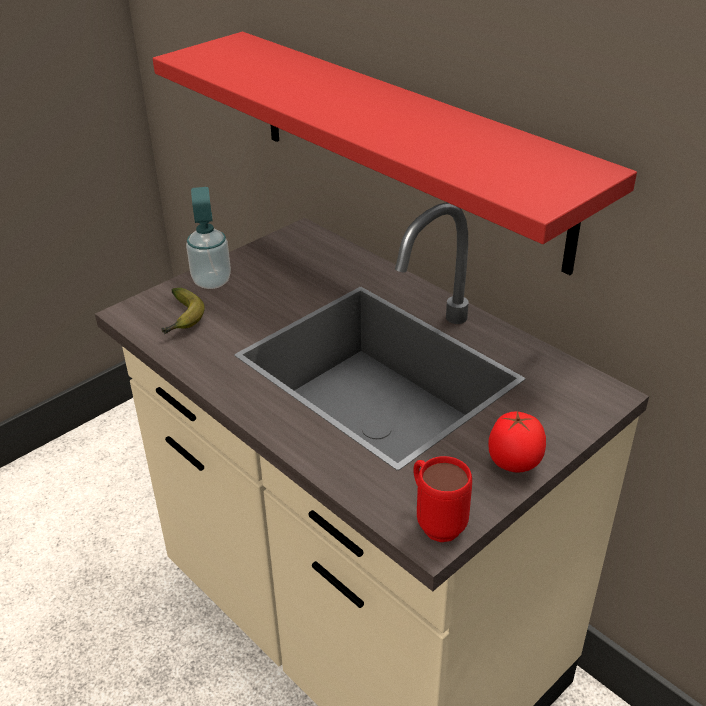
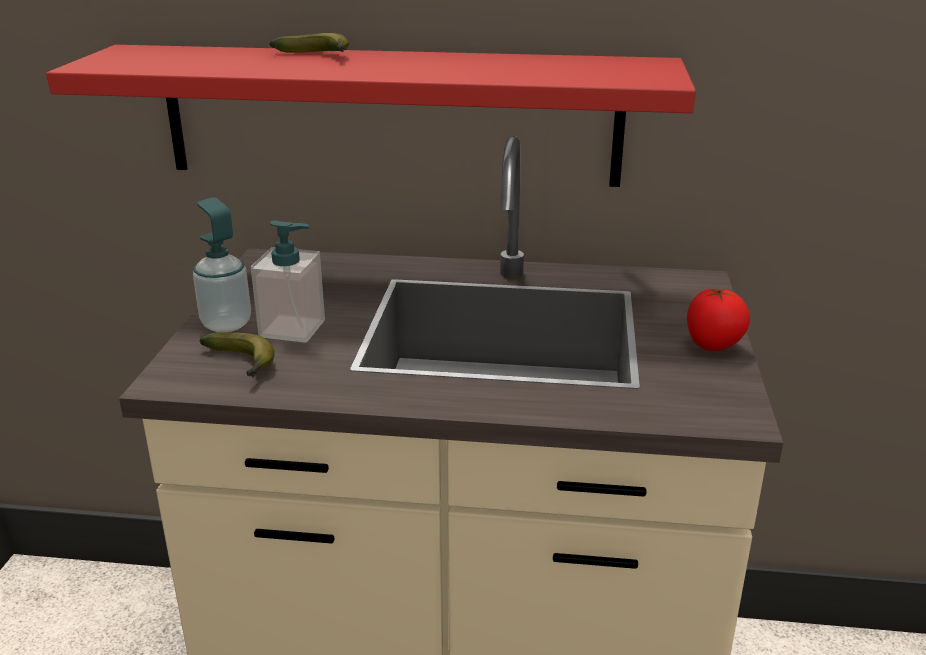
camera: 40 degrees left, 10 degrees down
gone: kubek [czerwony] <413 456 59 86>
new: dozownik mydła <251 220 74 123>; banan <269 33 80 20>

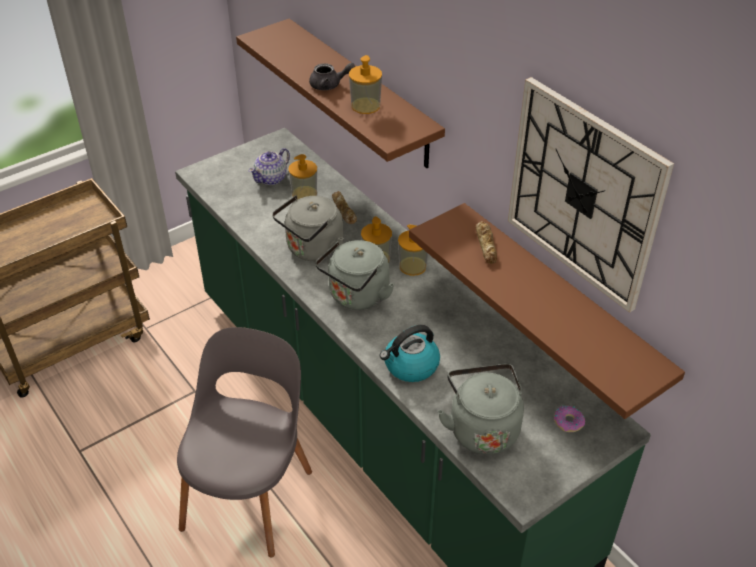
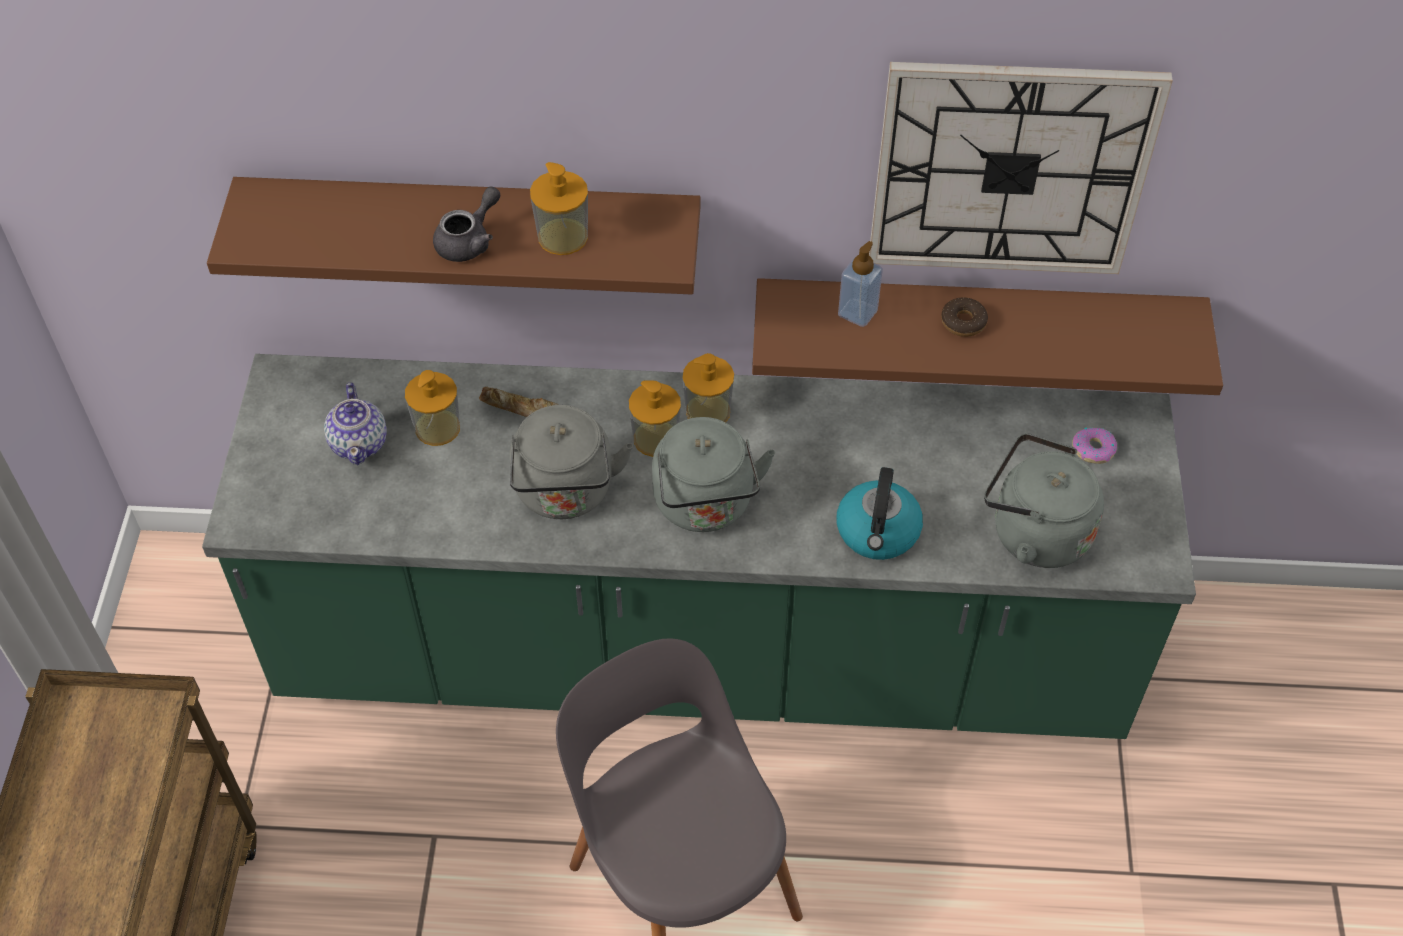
camera: 50 degrees left, 10 degrees up
new: donut <941 297 47 40>
swapped: chleb <475 221 22 42> to dozownik mydła <838 241 45 86>

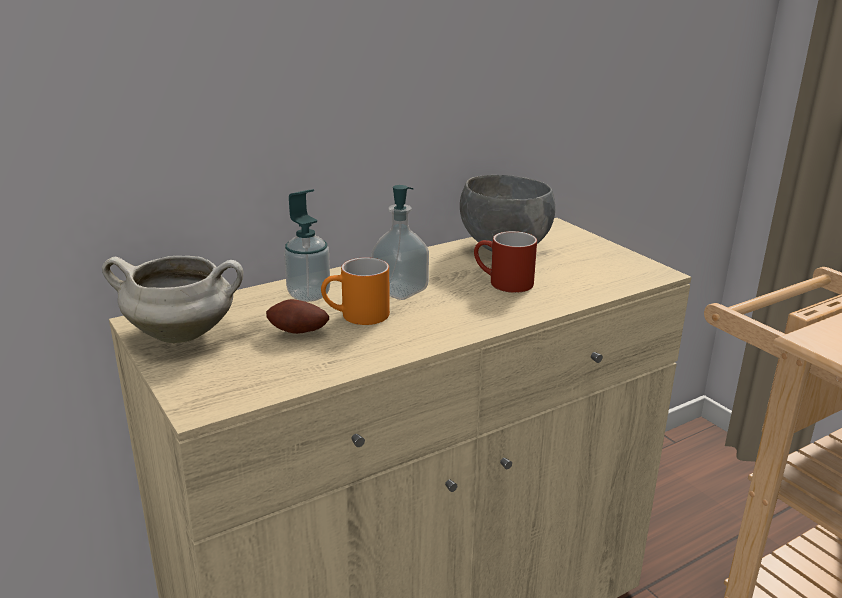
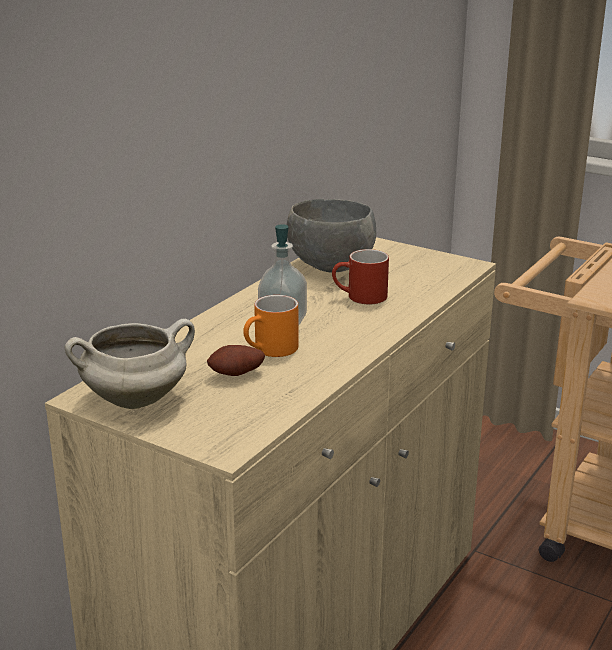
camera: 25 degrees left, 0 degrees up
gone: dozownik mydła <284 189 46 113>

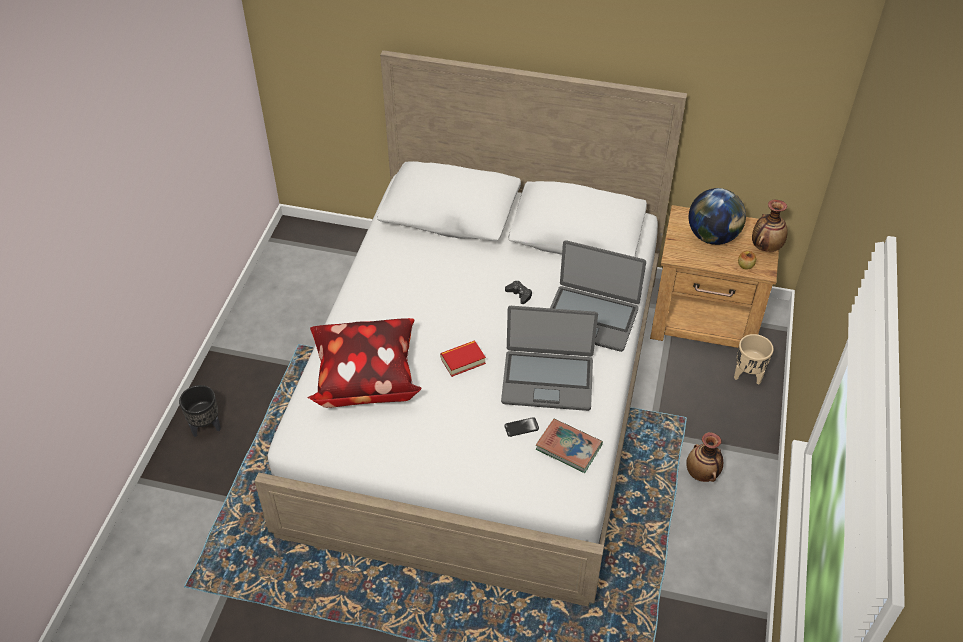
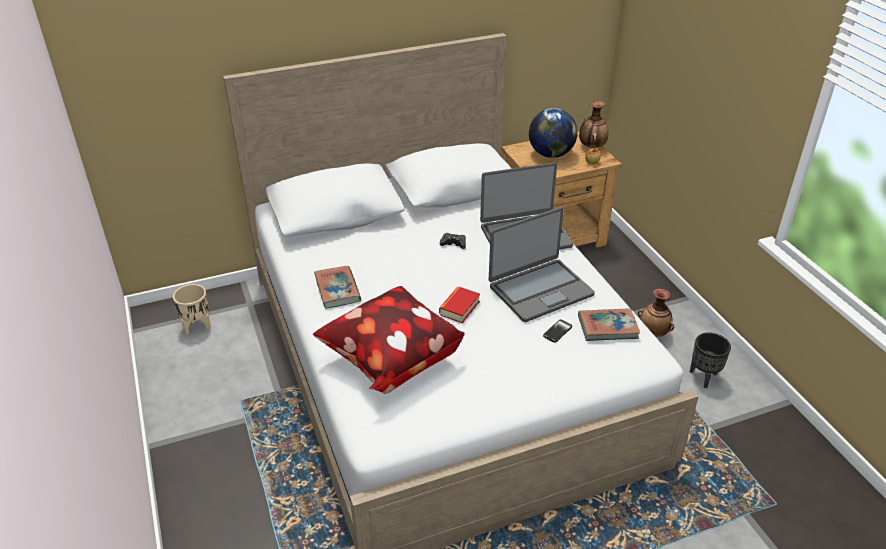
camera: 35 degrees left, 10 degrees down
new: książka <314 266 47 43>
shifted: donica [czarny] <179 385 42 52> to <690 332 41 56>; donica [beżowy] <734 334 40 51> to <173 284 38 50>

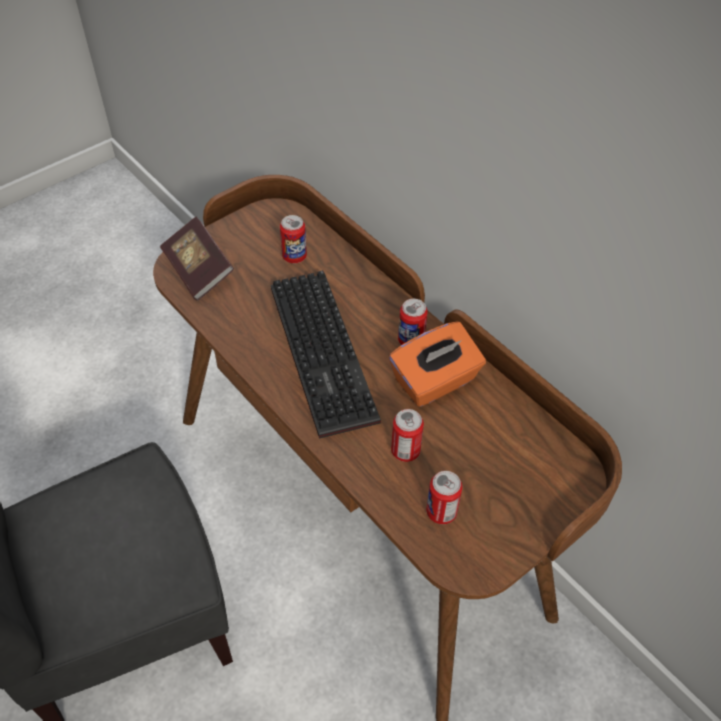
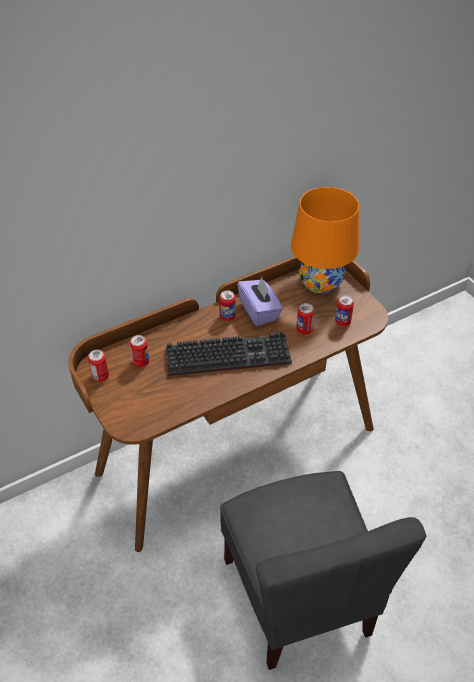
camera: 80 degrees left, 5 degrees down
gone: książka <160 217 74 84>
new: puszka <88 350 21 32>; lampa stołowa [pomarańczowy] <291 187 68 107>
repainted: pudełko chusteczek [pomarańczowy] <389 321 97 86> to pudełko chusteczek [fioletowy] <237 277 46 49>

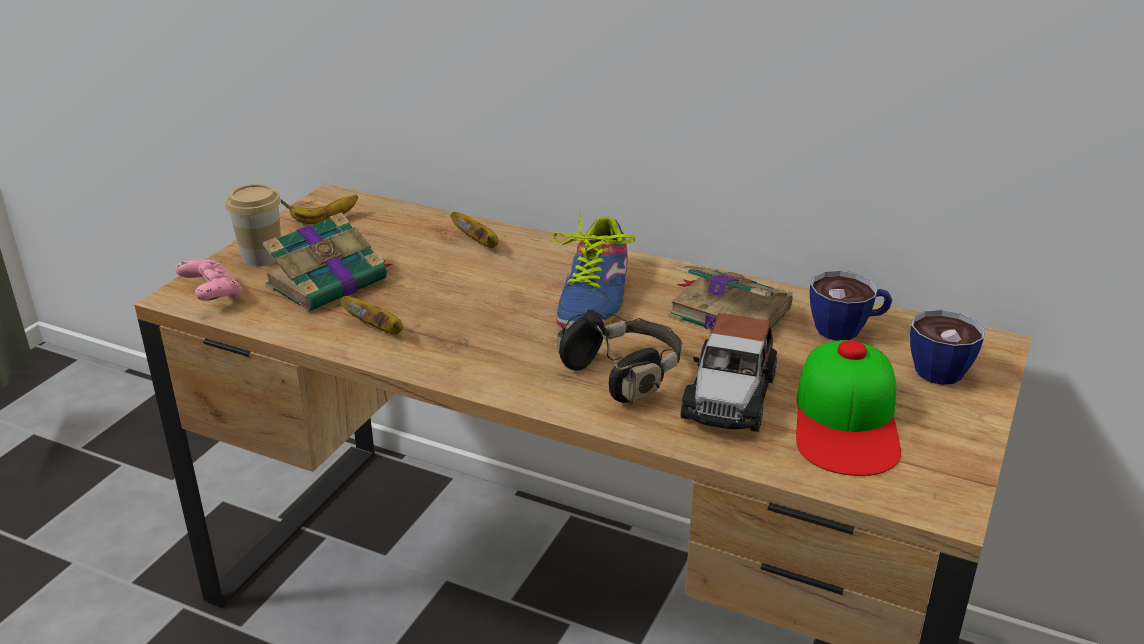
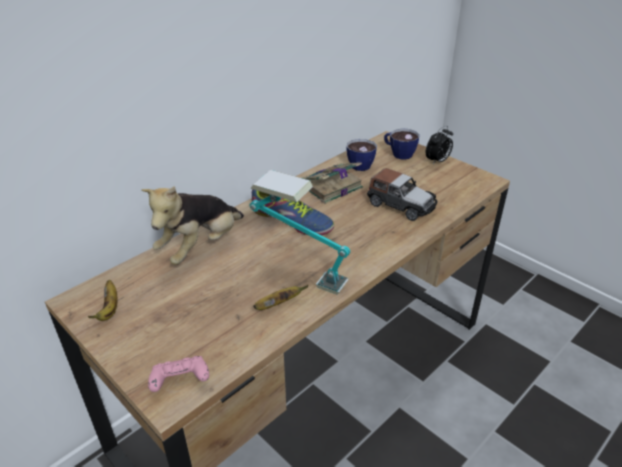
camera: 70 degrees left, 5 degrees up
gone: filiżanka <225 184 56 82>; książka <262 212 130 100>; słuchawki [czarny] <557 310 125 93>; czapka z daszkiem <796 340 105 136>
new: lampa stołowa <250 170 100 124>; budzik <426 126 27 39>
swapped: banan <451 212 48 36> to pluszak <141 186 103 79>

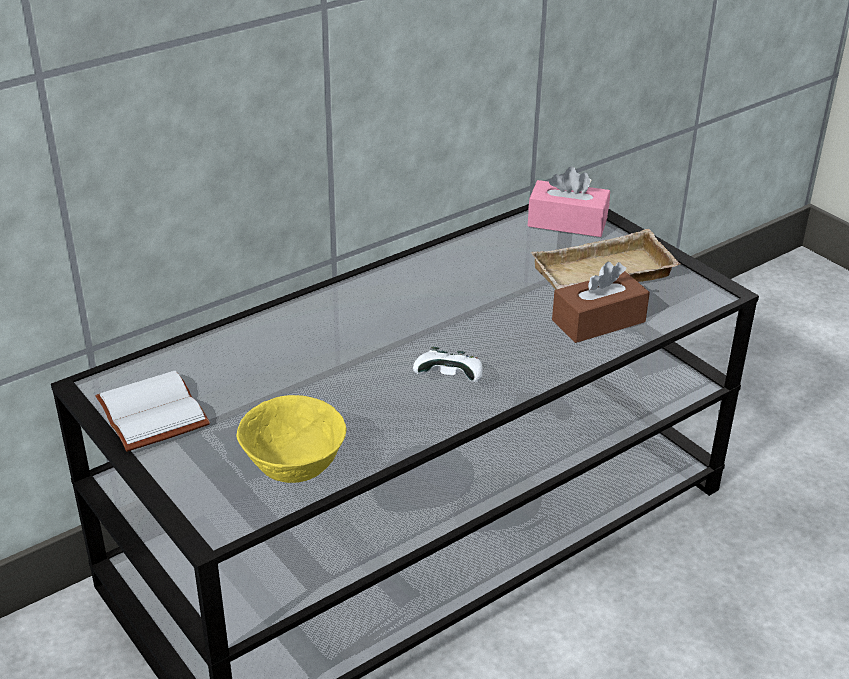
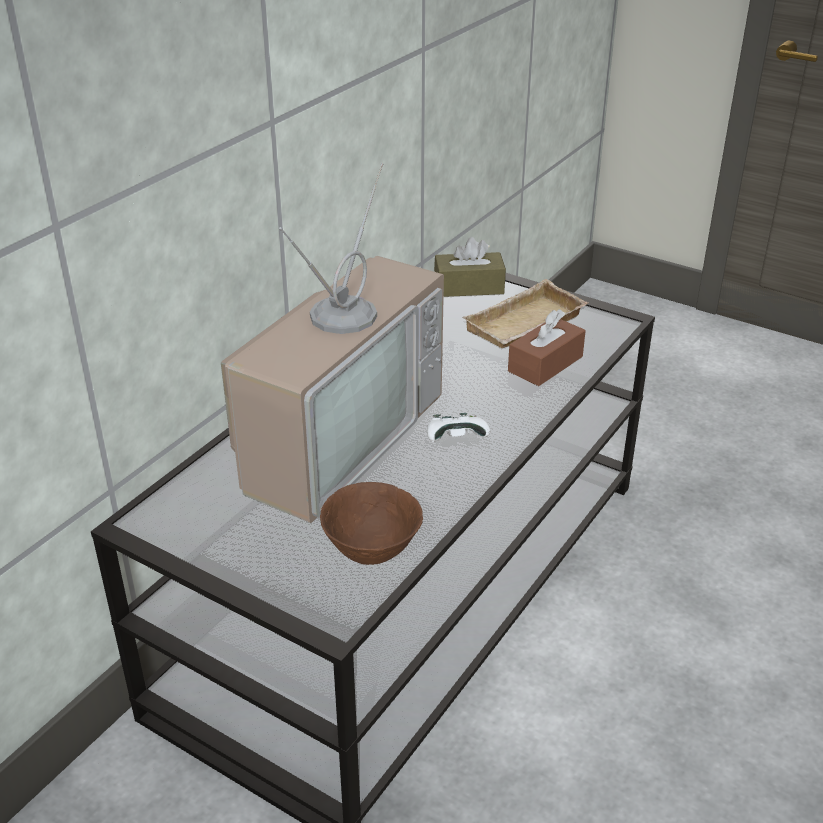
camera: 20 degrees left, 0 degrees up
gone: książka [biały] <95 371 115 81>
new: telewizor <221 163 223 360>
repainted: miska [żółty] <237 395 109 88> to miska [brązowy] <320 482 103 83>; pudełko chusteczek [różowy] <528 167 82 70> to pudełko chusteczek [brązowy] <434 237 72 60>

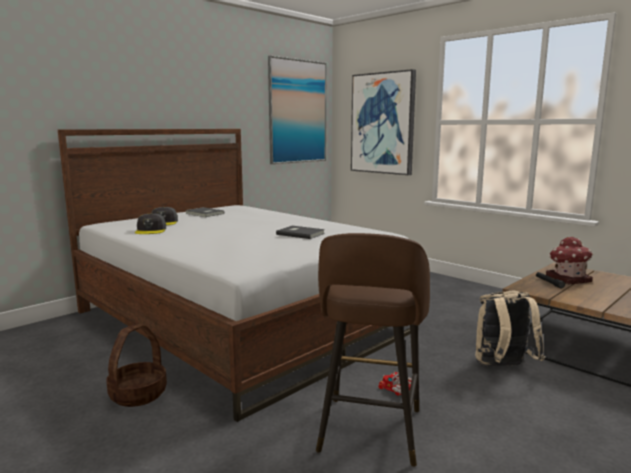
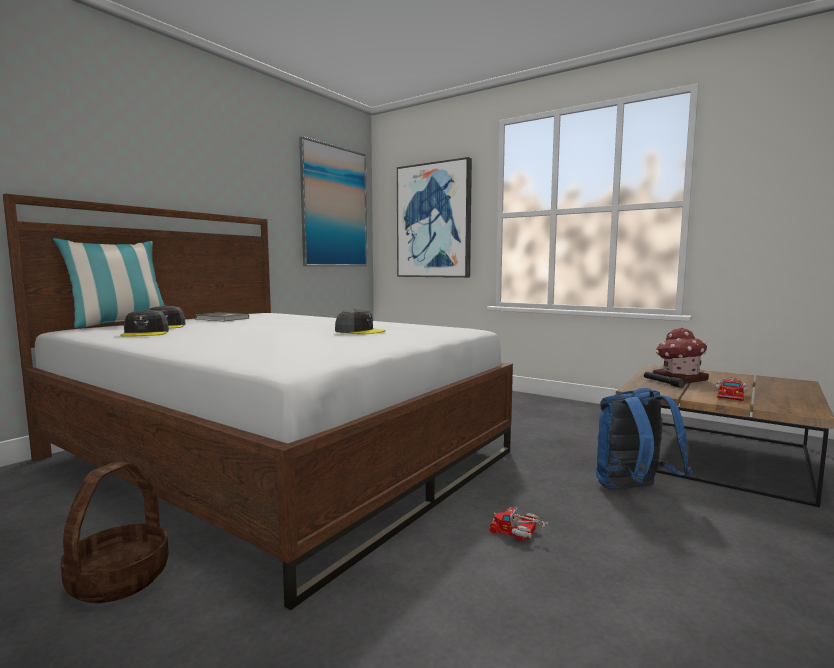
camera: 10 degrees left, 5 degrees down
gone: stołek [brązowy] <316 233 114 234>
new: poduszka <53 238 111 90>; ciężarówka zabawkowa <715 377 33 24>
swapped: książka [szary] <276 226 49 13> to czapka z daszkiem [szary] <335 308 50 26>
repainted: plecak [beżowy] <475 291 70 75> to plecak [niebieski] <596 388 96 102>

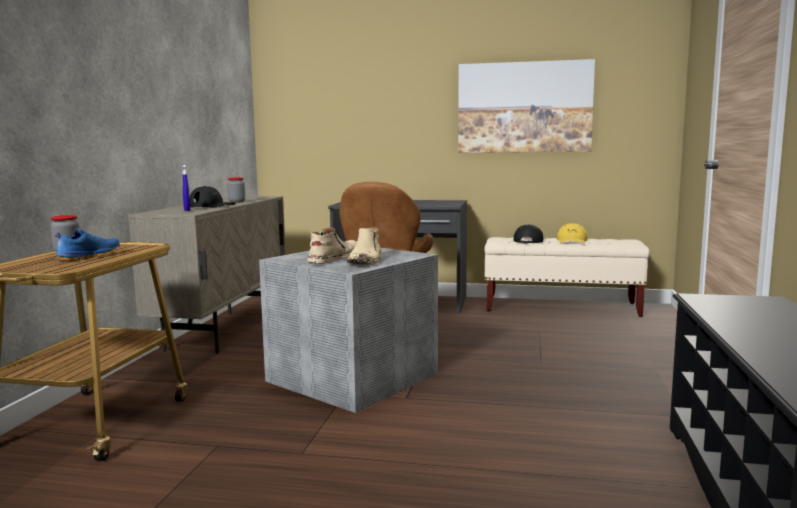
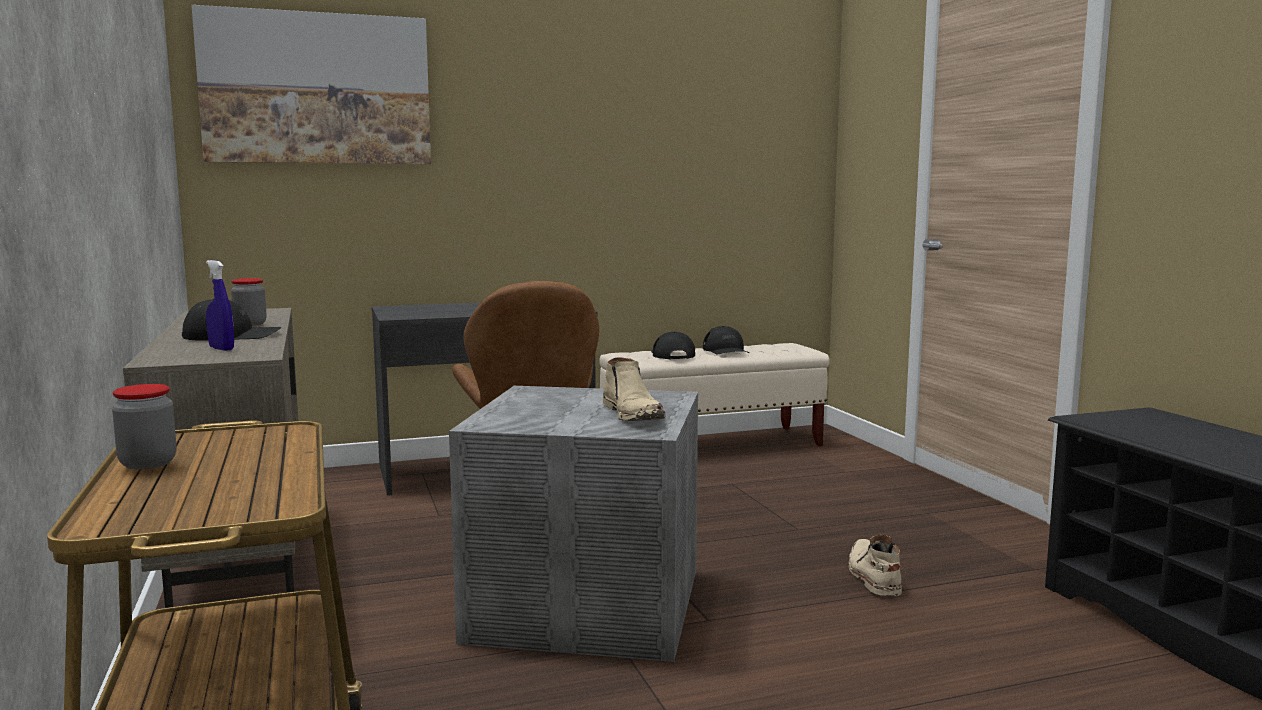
camera: 30 degrees left, 0 degrees up
gone: but [niebieski] <55 229 65 32>
shifted: but z cholewką [beżowy] <307 228 50 36> to <849 535 53 61>; obraz <458 59 137 94> to <192 5 239 159>
repainted: czapka z daszkiem [żółty] <557 223 30 20> to czapka z daszkiem [czarny] <703 326 46 28>

